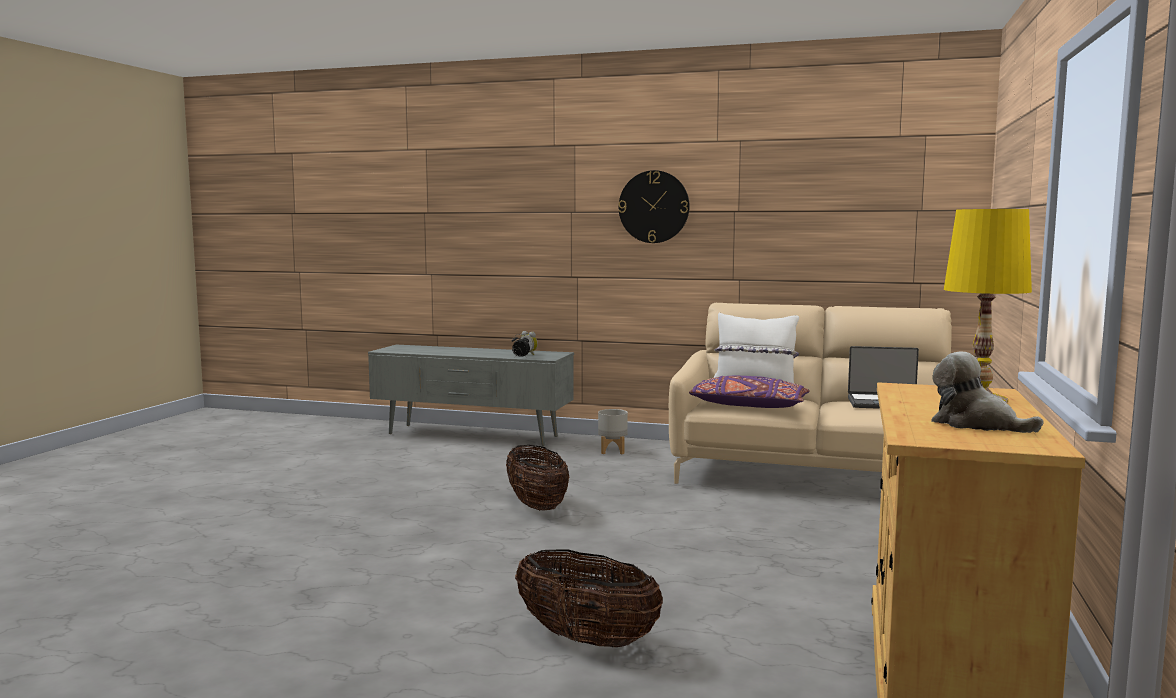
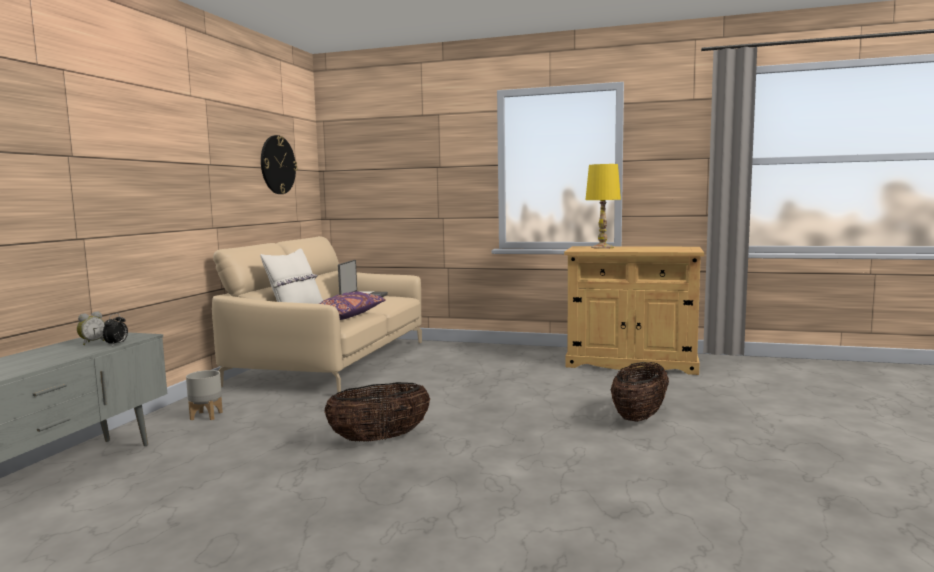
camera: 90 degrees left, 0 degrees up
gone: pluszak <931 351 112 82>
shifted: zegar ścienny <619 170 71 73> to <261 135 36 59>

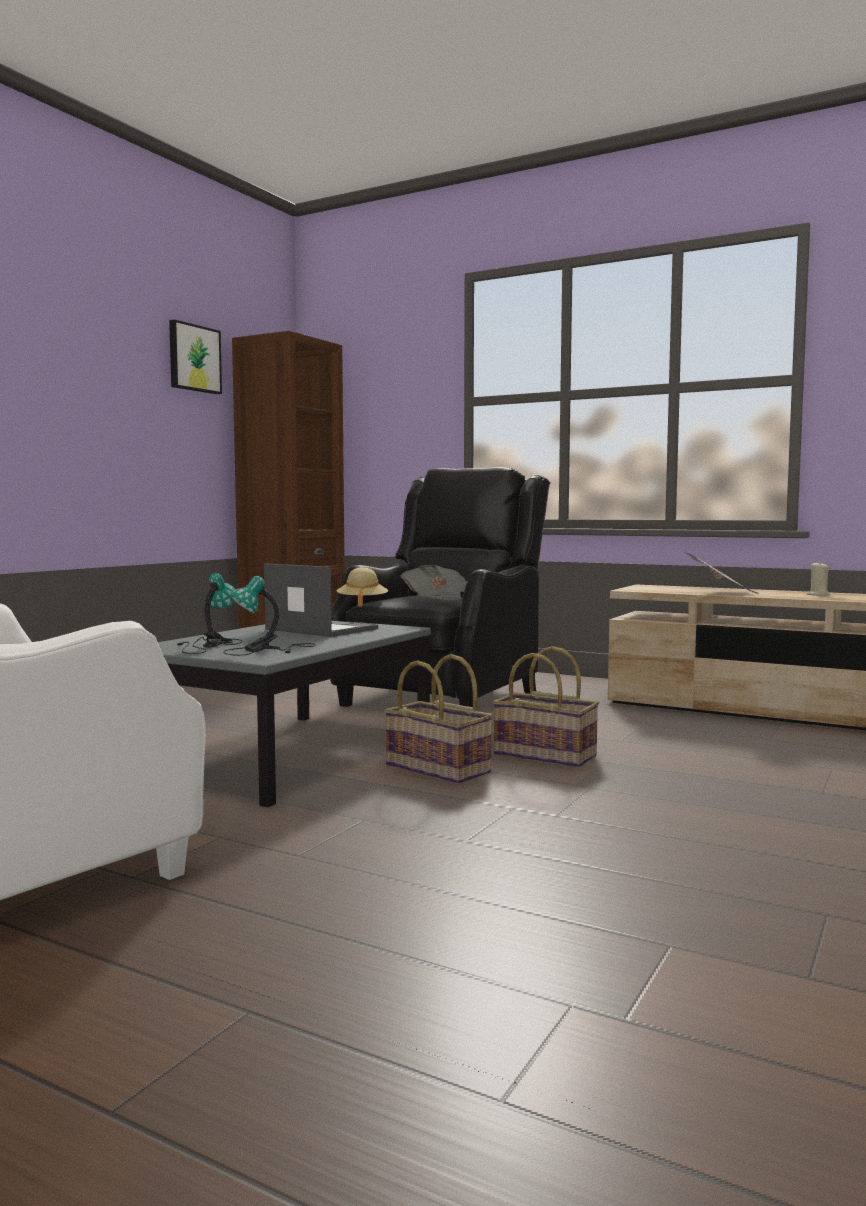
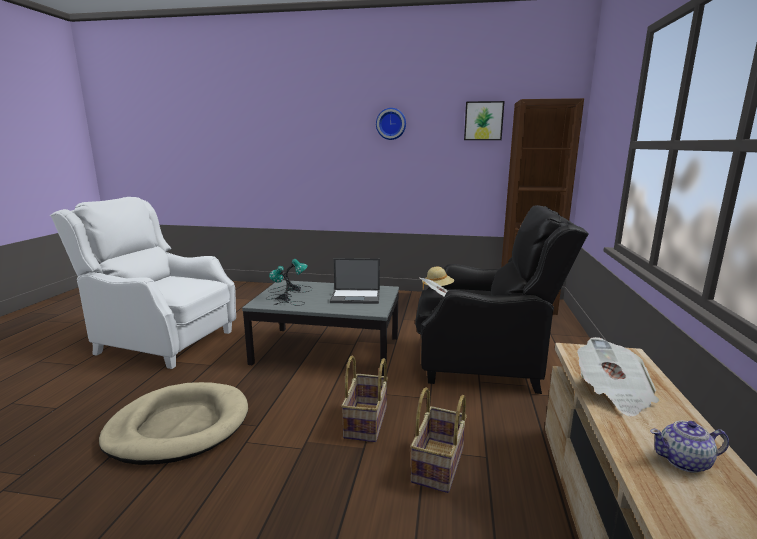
camera: 70 degrees right, 10 degrees up
new: legowisko [beżowy] <99 382 149 83>; zegar ścienny <376 108 30 32>
shifted: koszyk <384 654 109 130> to <410 387 57 106>
swapped: świeca [beżowy] <807 563 23 33> to imbryk <650 420 79 53>
rotated: laptop <264 563 114 74> = <330 258 50 46> 75 degrees clockwise

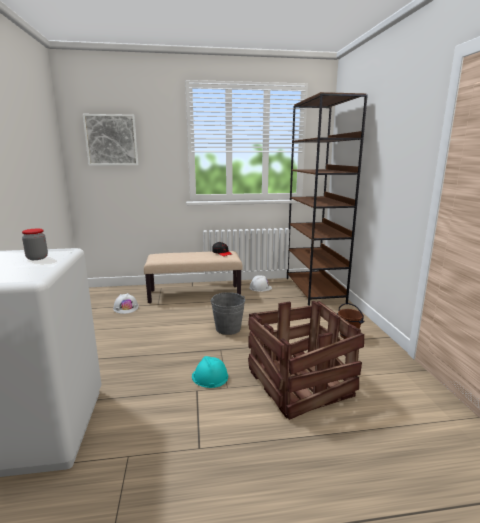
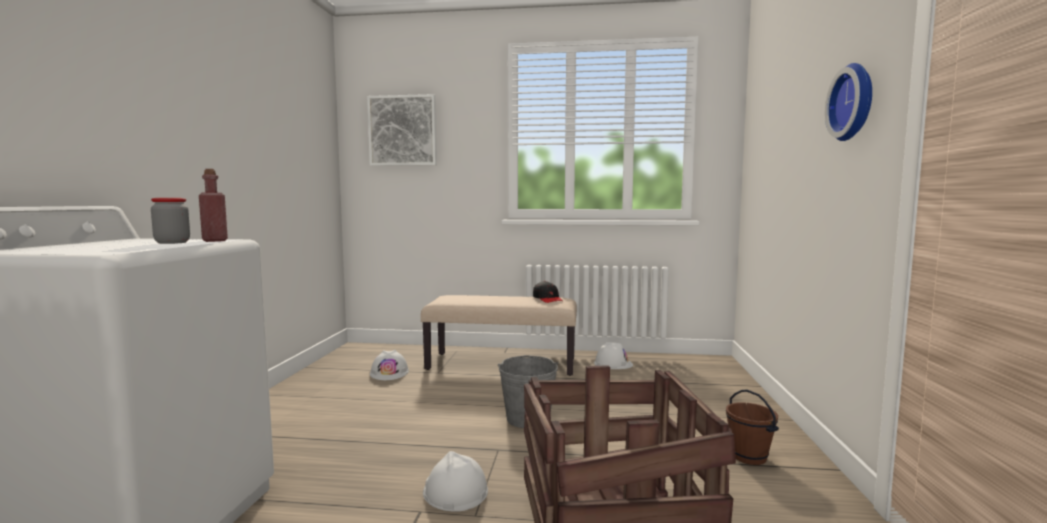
camera: 15 degrees right, 10 degrees down
gone: regał [brązowy] <287 92 81 214>
new: butelka [czerwony] <199 169 29 73>; zegar ścienny <825 63 47 78>
repainted: kask [turkusowy] <192 356 36 32> to kask [biały] <423 451 65 60>

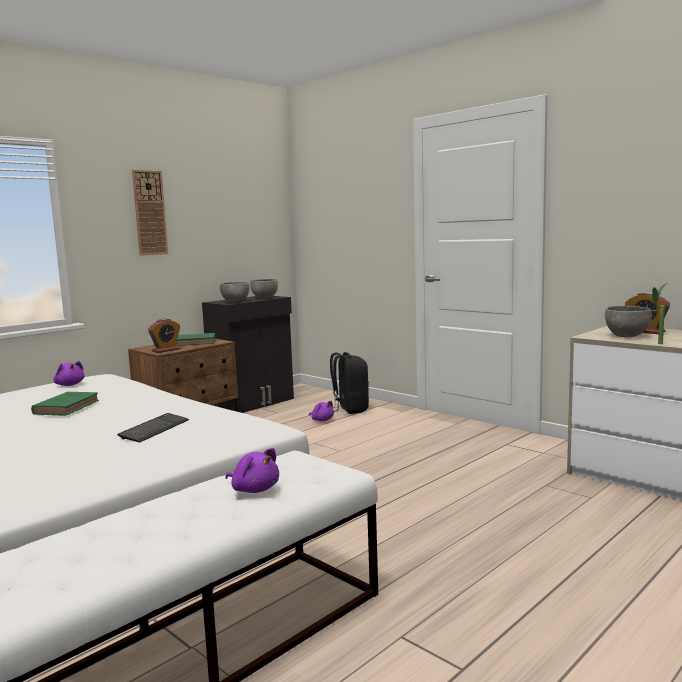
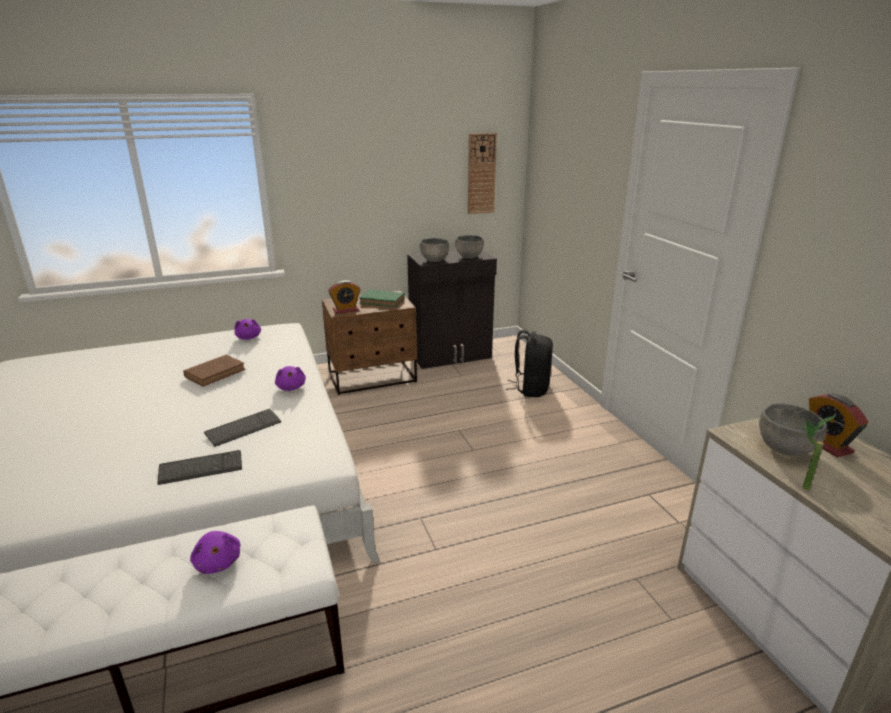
camera: 25 degrees right, 15 degrees up
new: klawiatura <158 450 84 35>
shifted: zegar ścienny <132 170 36 86> to <468 133 29 81>; pluszak [fioletowy] <309 401 25 20> to <275 366 31 25>
repainted: książka [zielony] <31 392 68 24> to książka [brązowy] <183 355 62 32>

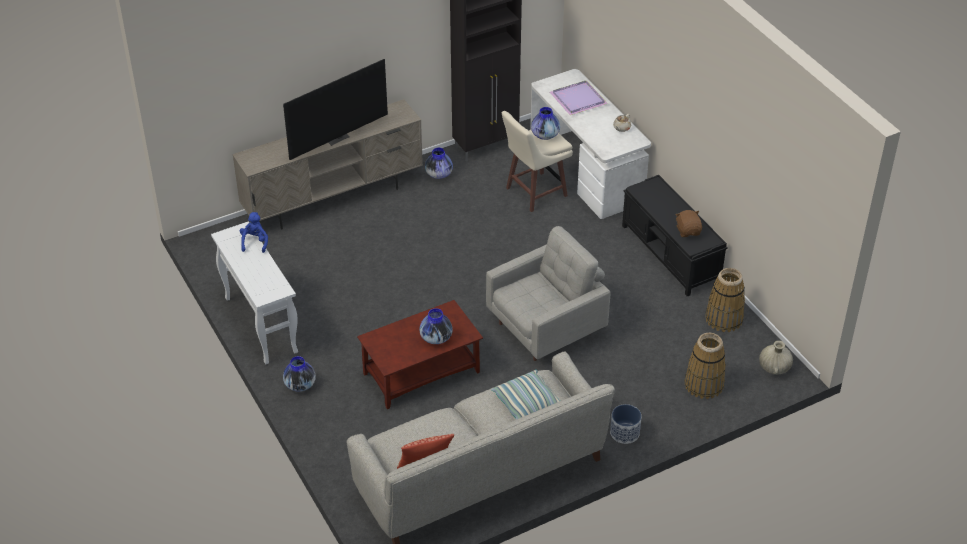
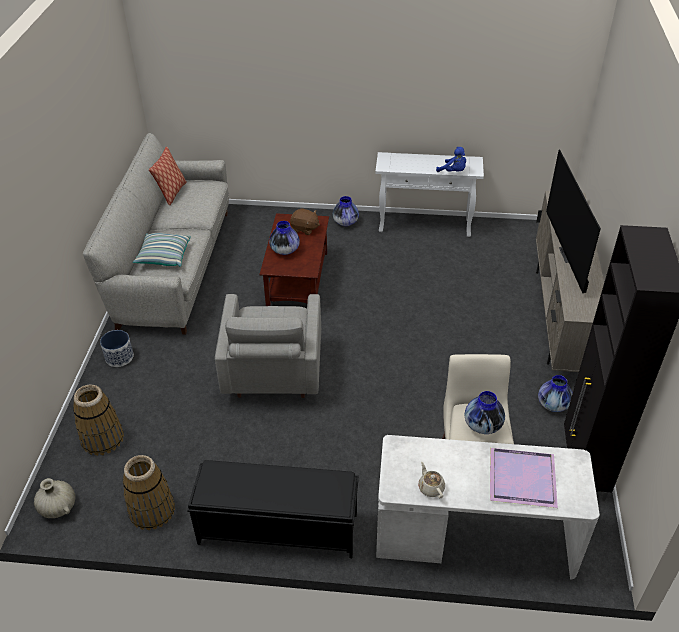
camera: 125 degrees right, 0 degrees up
shifted: pluszak [brązowy] <675 210 27 27> to <290 208 30 27>

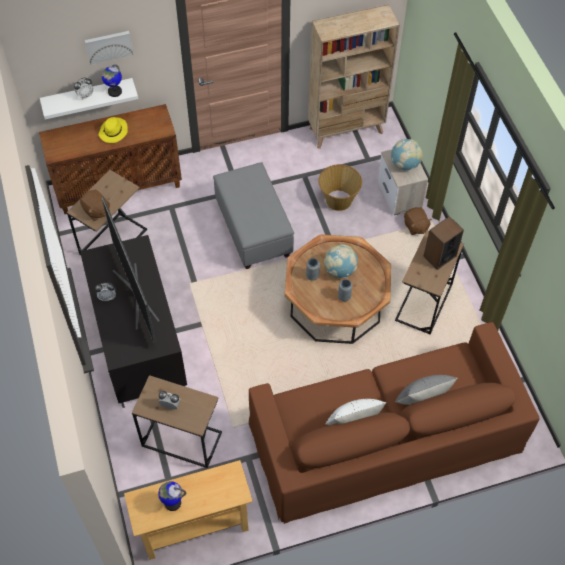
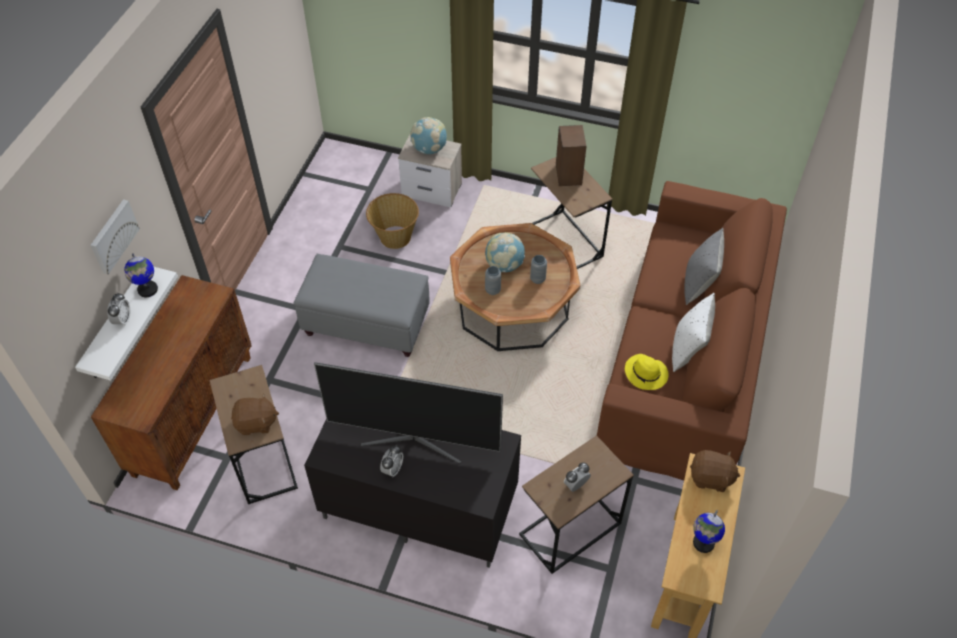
camera: 55 degrees left, 5 degrees down
gone: regał [beżowy] <308 5 92 144>
shifted: kapelusz [żółty] <99 117 29 26> to <625 354 43 36>; pluszak [brązowy] <404 207 28 28> to <690 450 50 42>

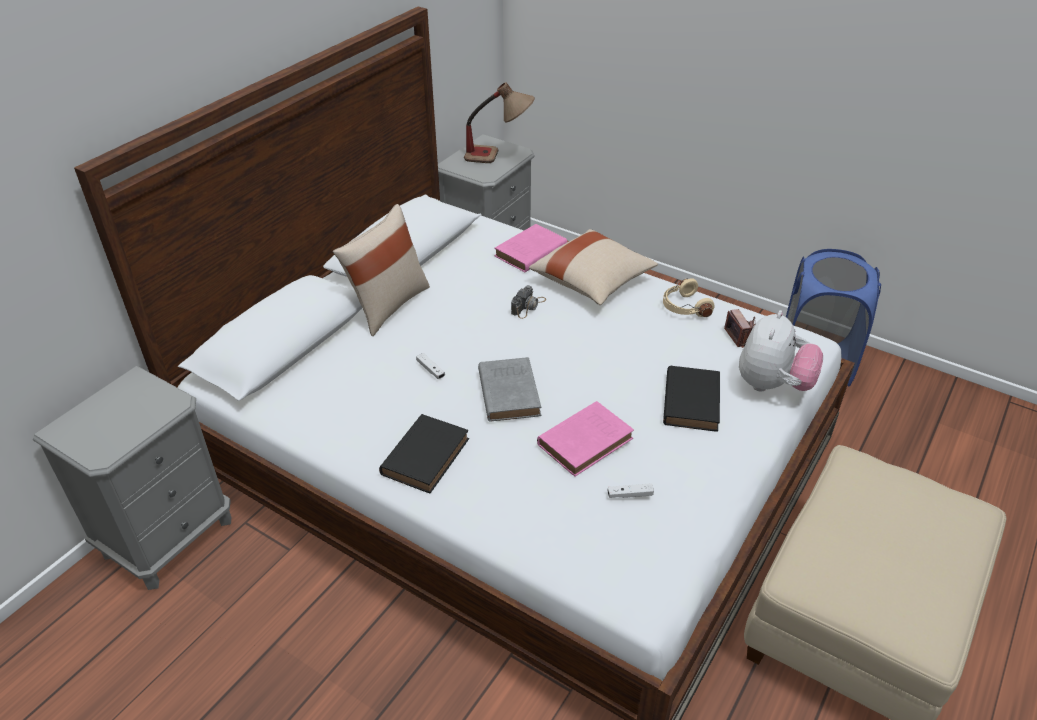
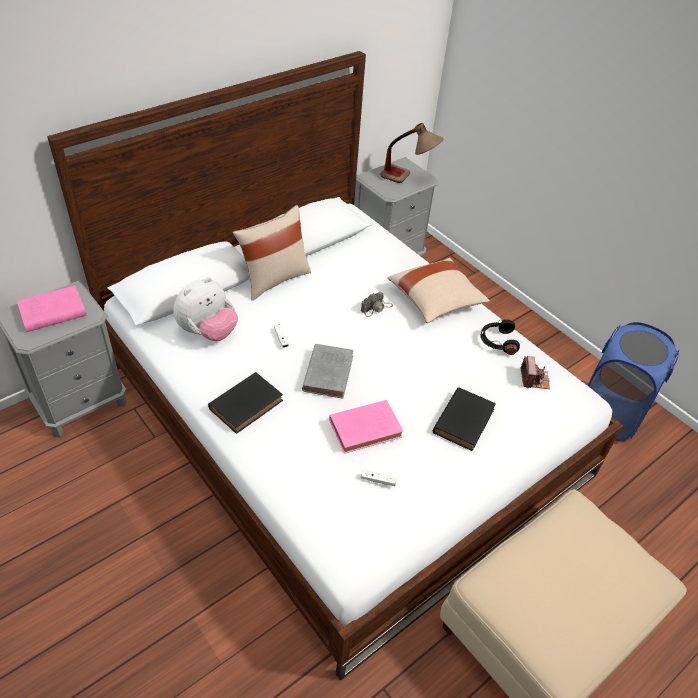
camera: 15 degrees right, 5 degrees up
shifted: książka [różowy] <494 224 73 48> to <17 286 70 46>; pluszak <739 310 84 82> to <173 277 65 64>
repainted: słuchawki [beżowy] <663 278 52 39> to słuchawki [czarny] <481 319 39 36>

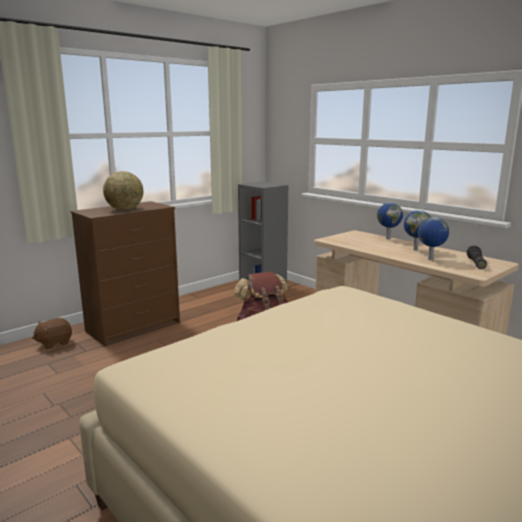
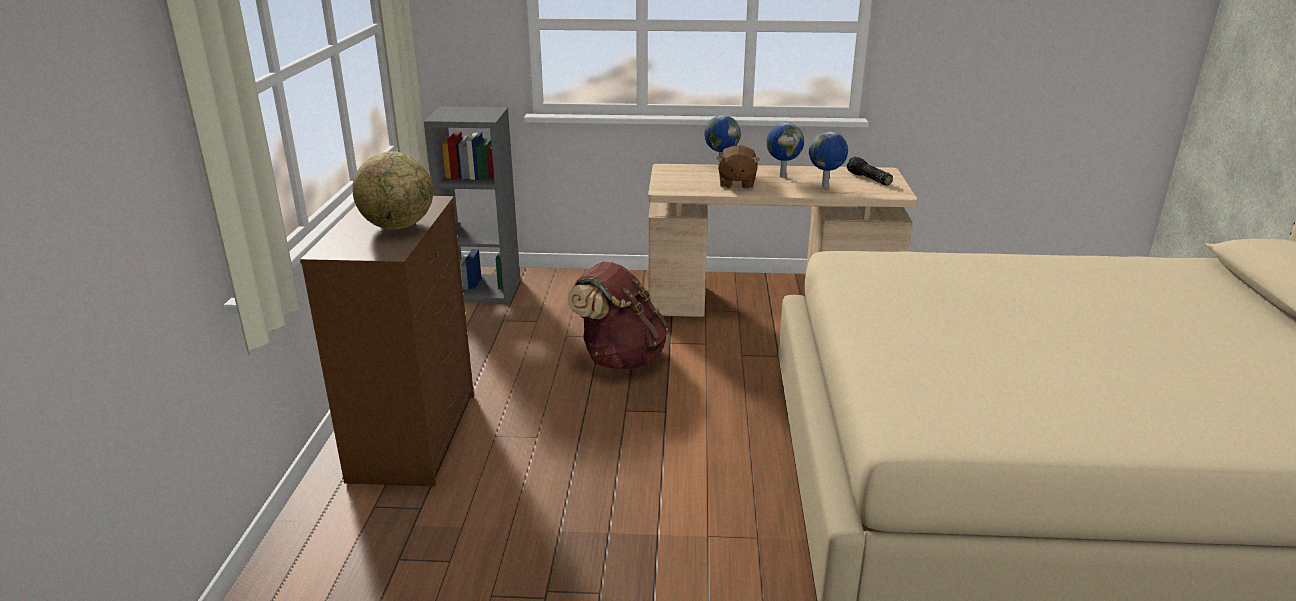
camera: 45 degrees left, 10 degrees up
shifted: pluszak [brązowy] <32 318 40 31> to <716 145 44 44>

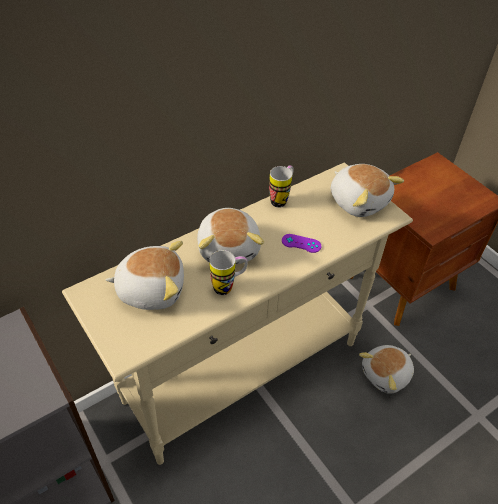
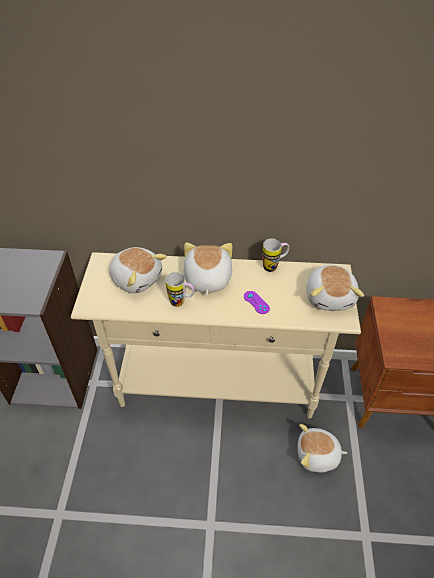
camera: 40 degrees right, 0 degrees up
rotated: pluszak <197 208 67 56> = <184 243 48 53> 150 degrees clockwise

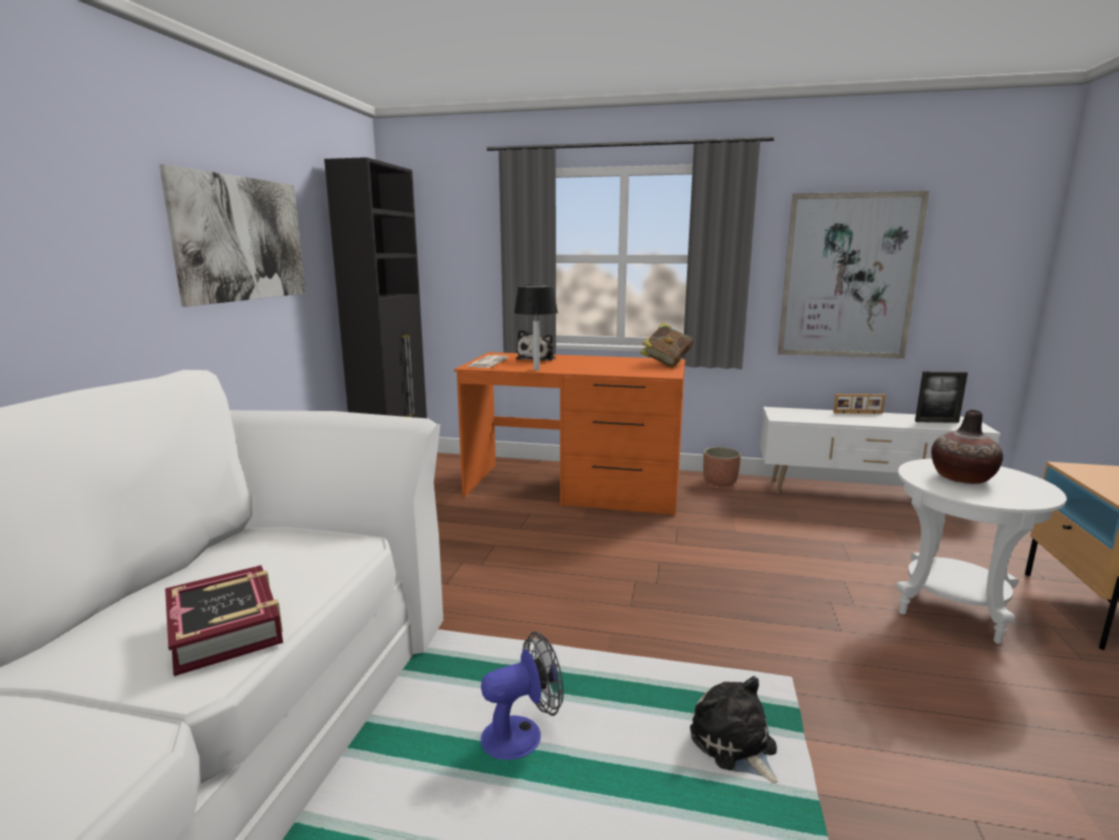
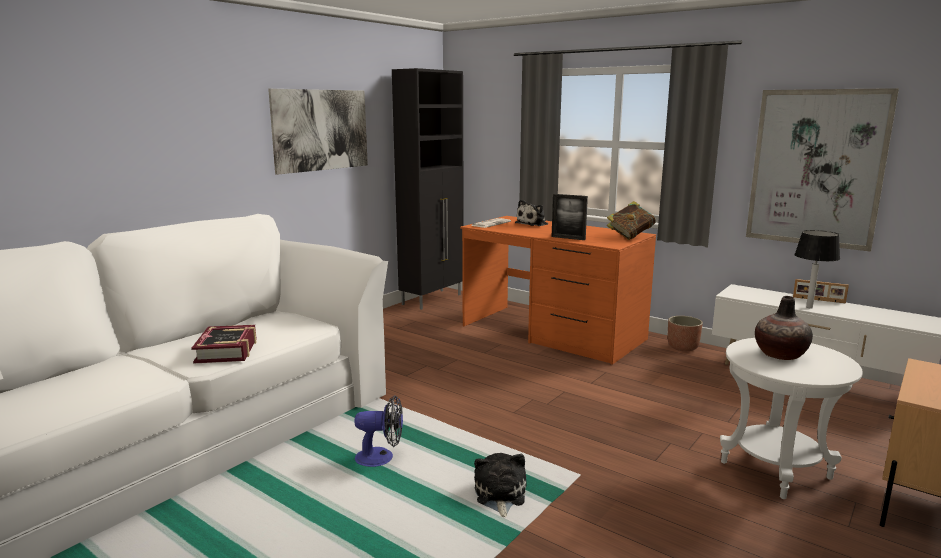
camera: 25 degrees right, 0 degrees up
shifted: lampa stołowa <514 285 44 85> to <794 230 46 78>; ramka na zdjęcie <915 371 53 52> to <552 194 36 46>

